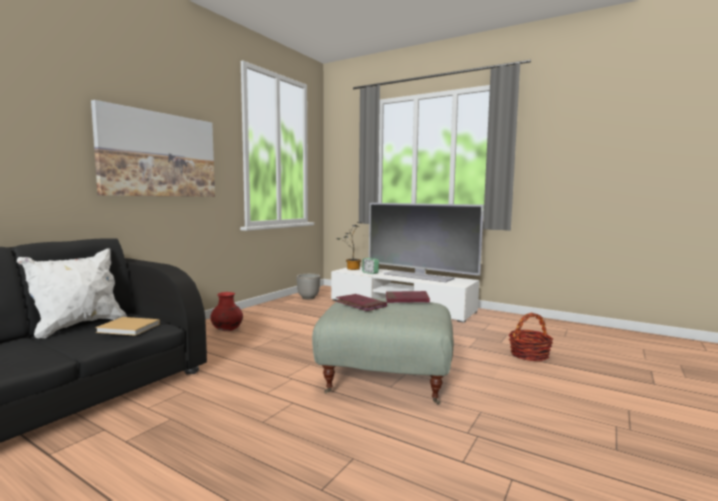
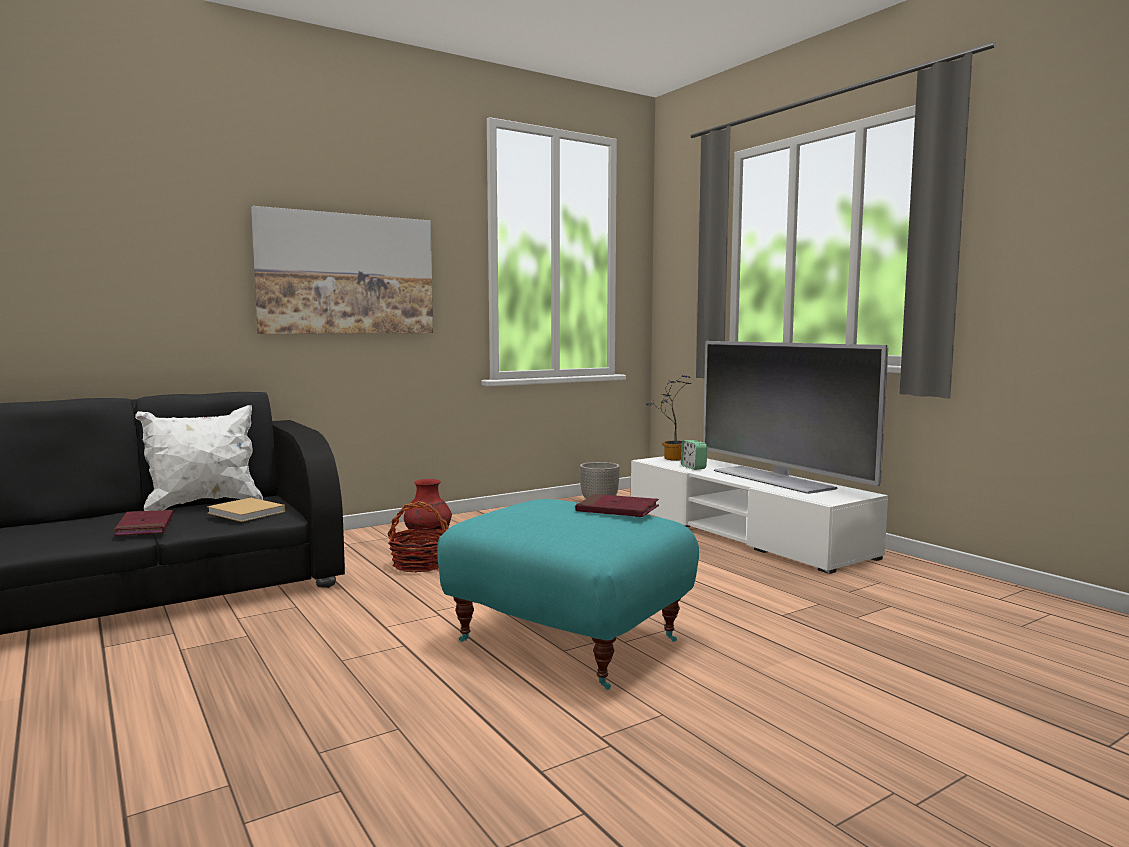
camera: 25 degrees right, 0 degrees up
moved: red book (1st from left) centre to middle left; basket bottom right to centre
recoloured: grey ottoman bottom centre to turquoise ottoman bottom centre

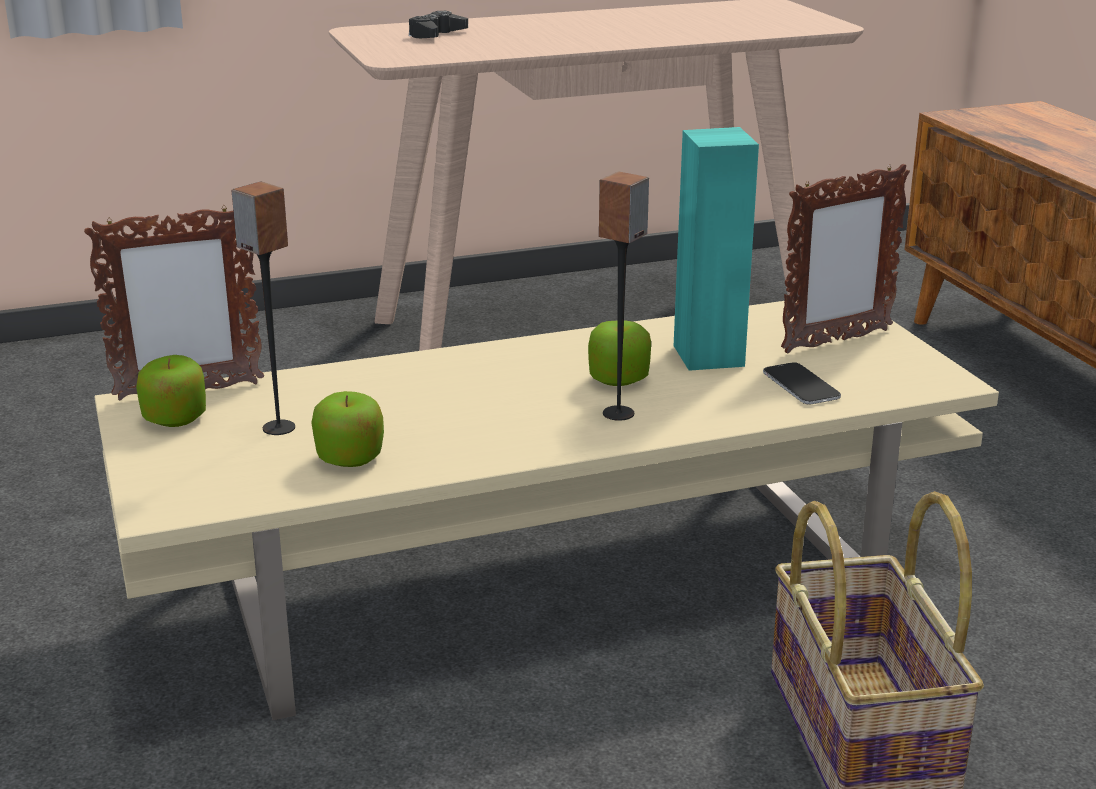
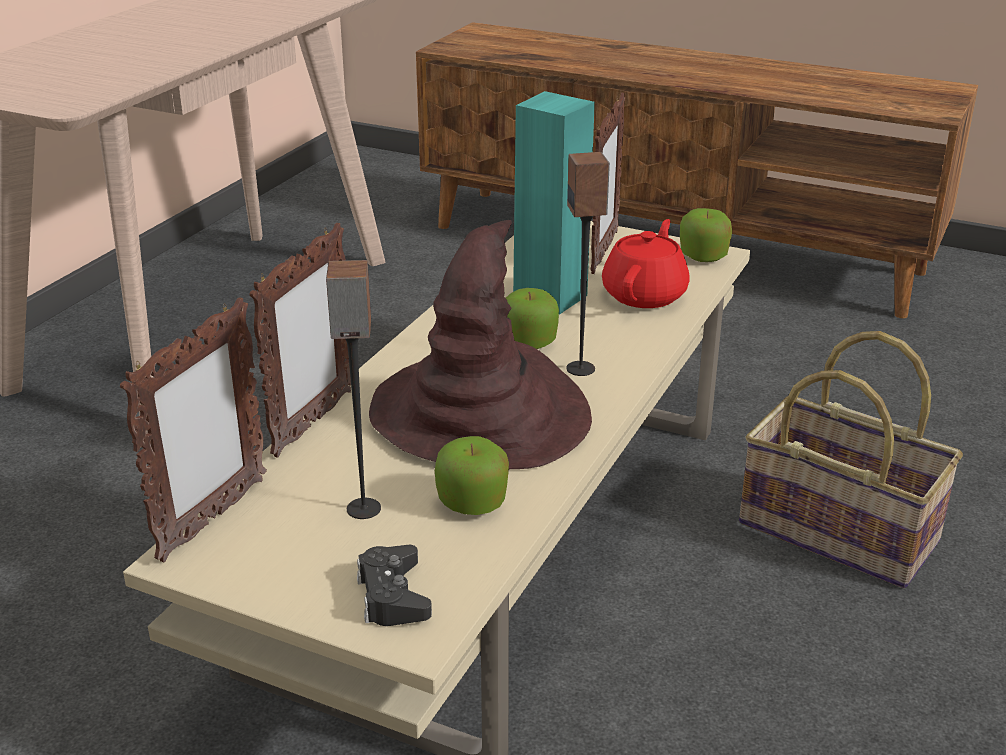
camera: 45 degrees left, 5 degrees up
added: picture frame (2nd from left) middle left; brown hat centre
moved: apple (1st from left in the first image) middle left to apple (3rd from left) top right; black game controller top centre to bottom centre
replaced: phone middle right to red teapot centre

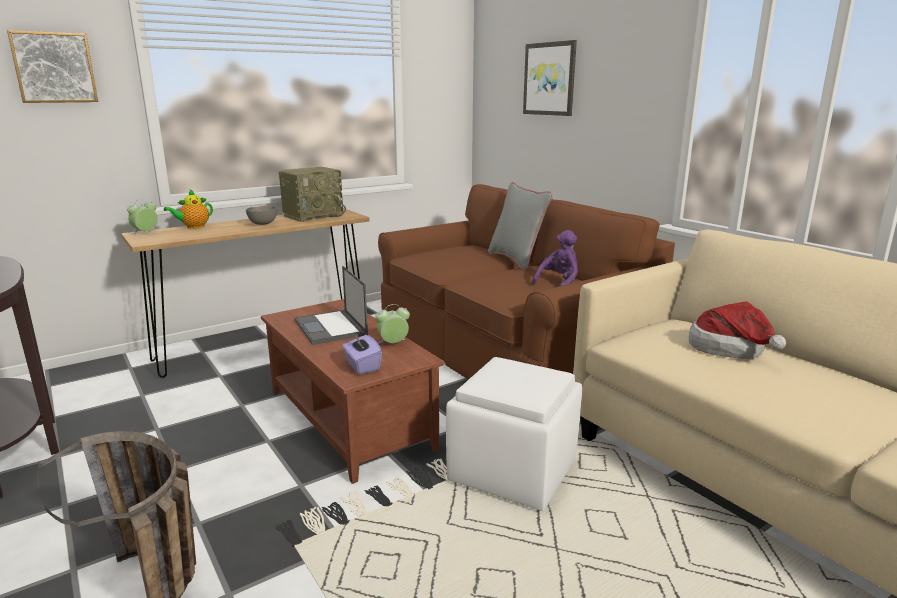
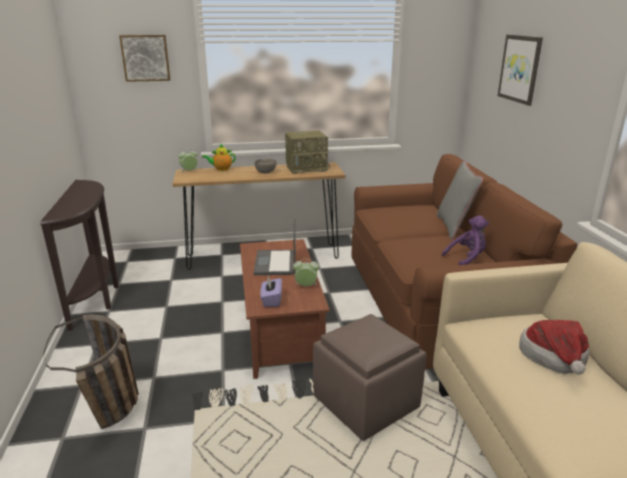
camera: 25 degrees right, 5 degrees up
recoloured: white ottoman bottom centre to brown ottoman bottom centre

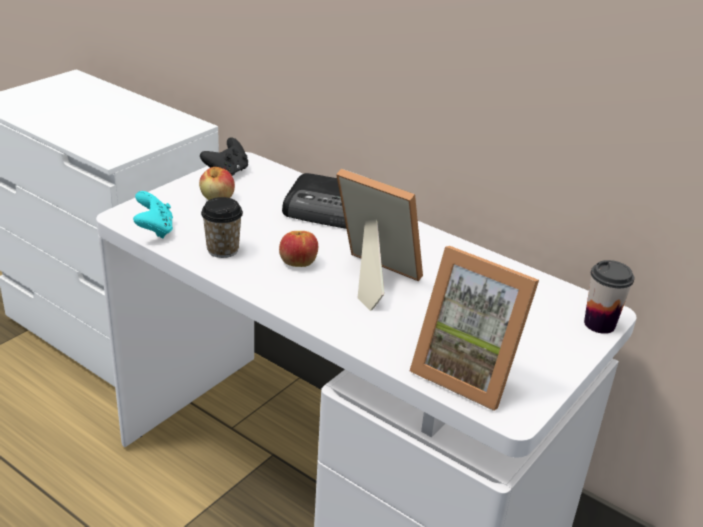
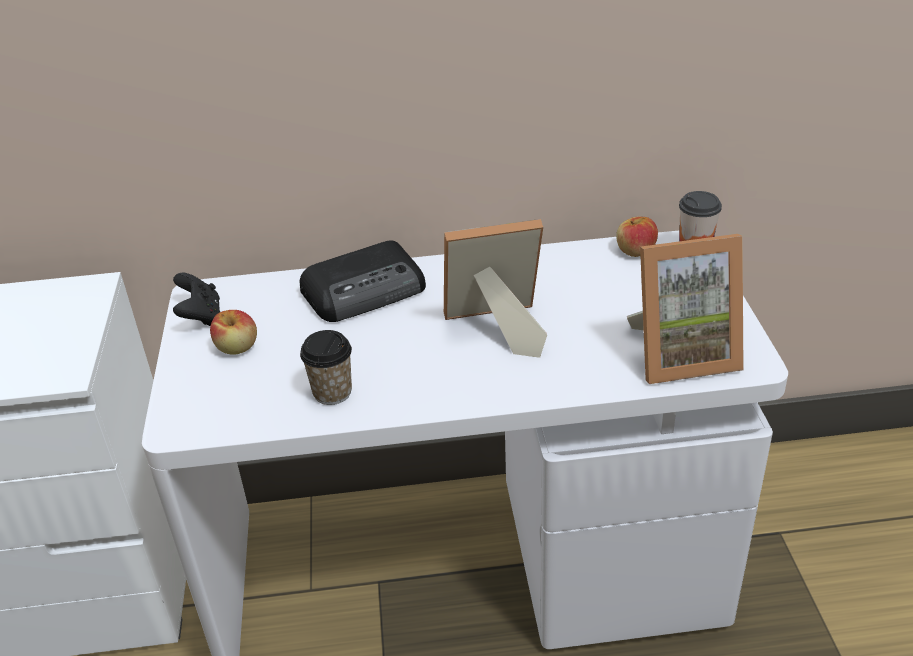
camera: 40 degrees left, 5 degrees up
removed: turquoise game controller middle left
moved: apple (2nd from left) centre to middle right

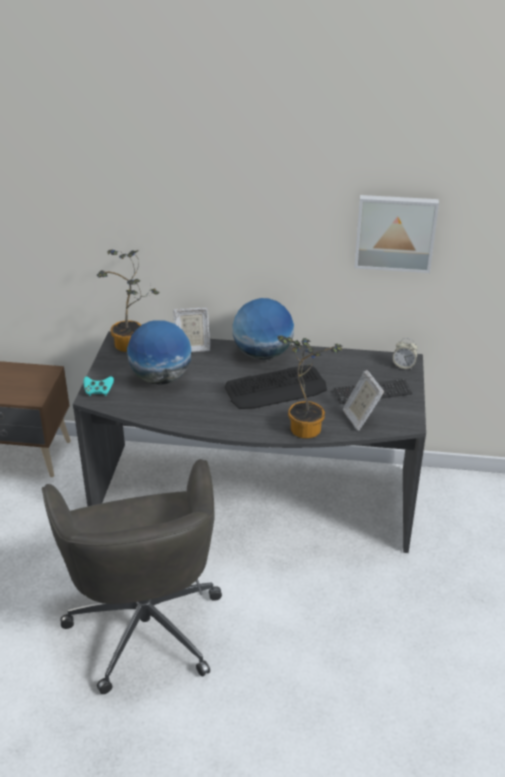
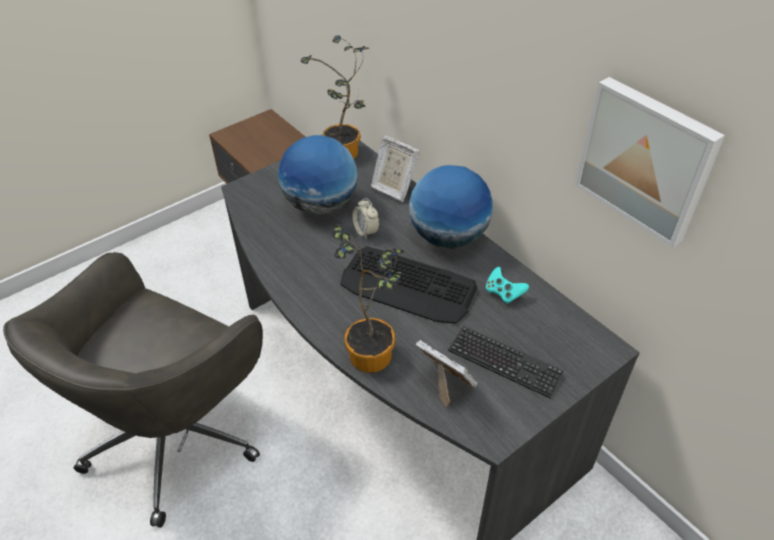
camera: 45 degrees right, 10 degrees up
moved: turquoise game controller middle left to centre; alarm clock middle right to centre
turned: picture frame (2nd from left) middle right = bottom centre 105 degrees clockwise

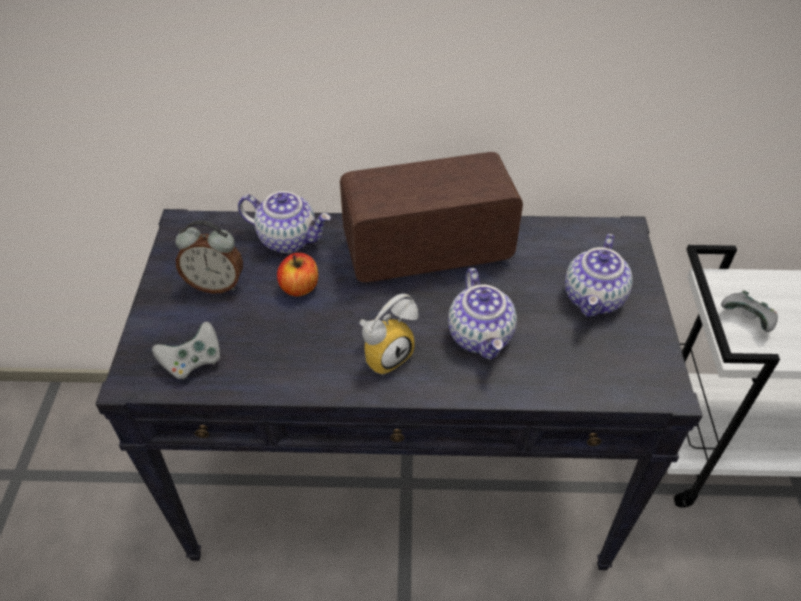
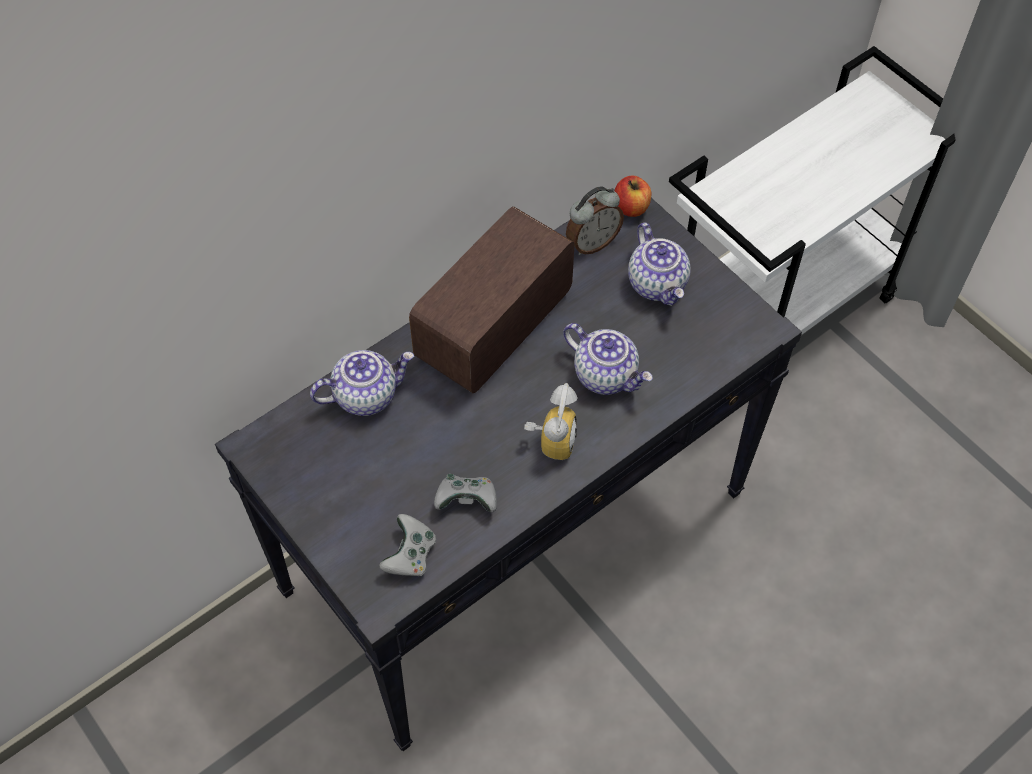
camera: 40 degrees left, 10 degrees up
moved: alarm clock (1st from left in the first image) middle left to alarm clock (2nd from left) top centre; apple centre to top centre; grey game controller (2nd from left) middle right to centre

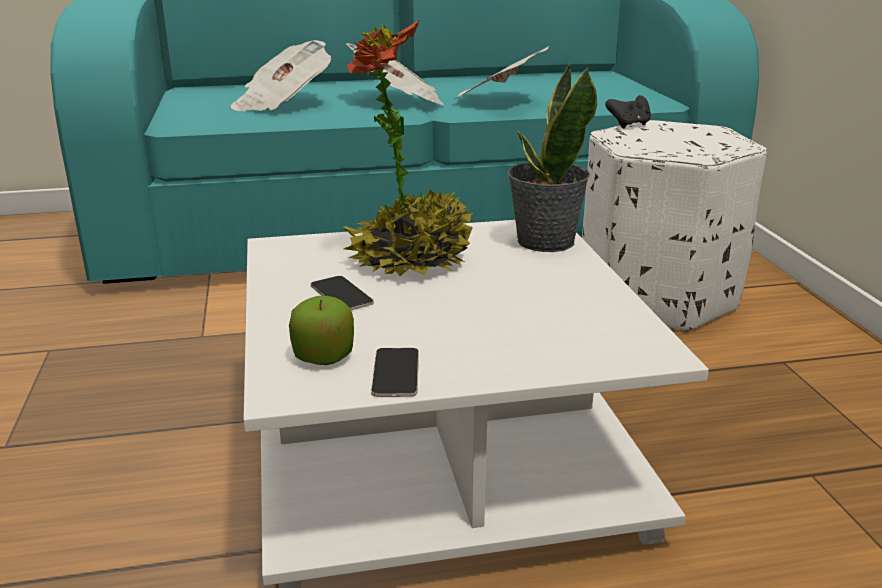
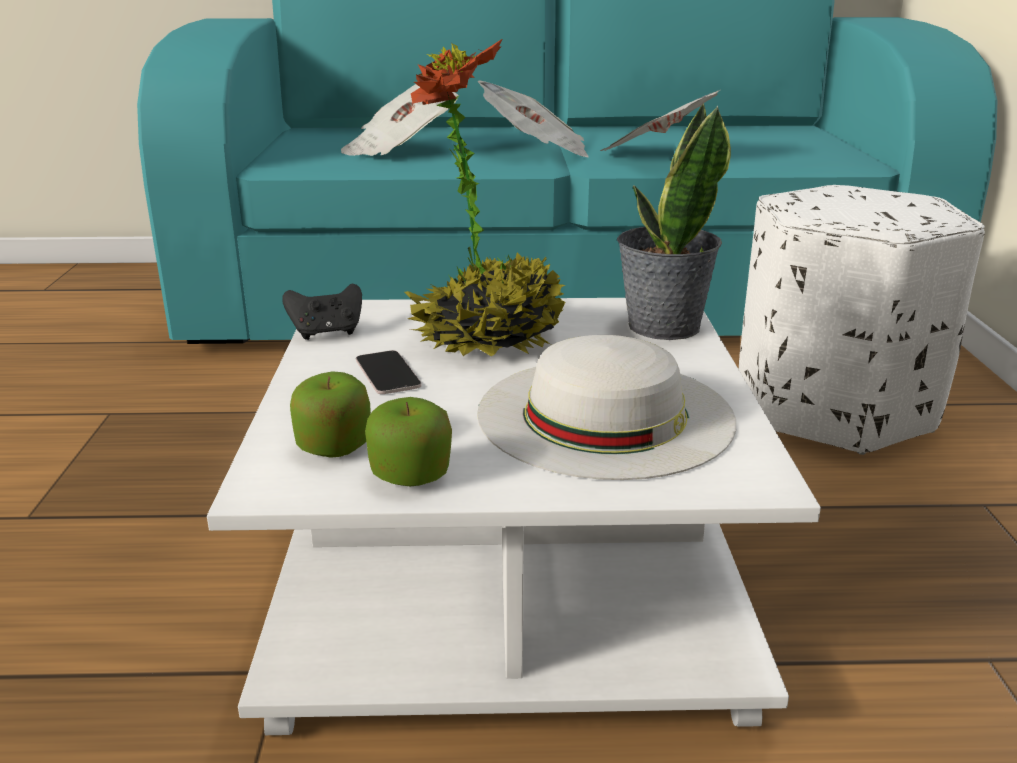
camera: 10 degrees right, 0 degrees up
added: white hat centre
moved: black game controller top right to middle left
replaced: phone (2nd from left) centre to apple (2nd from left) centre

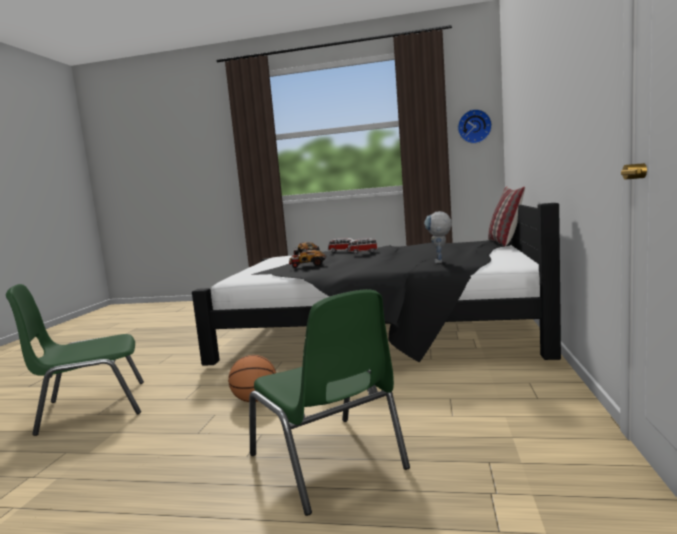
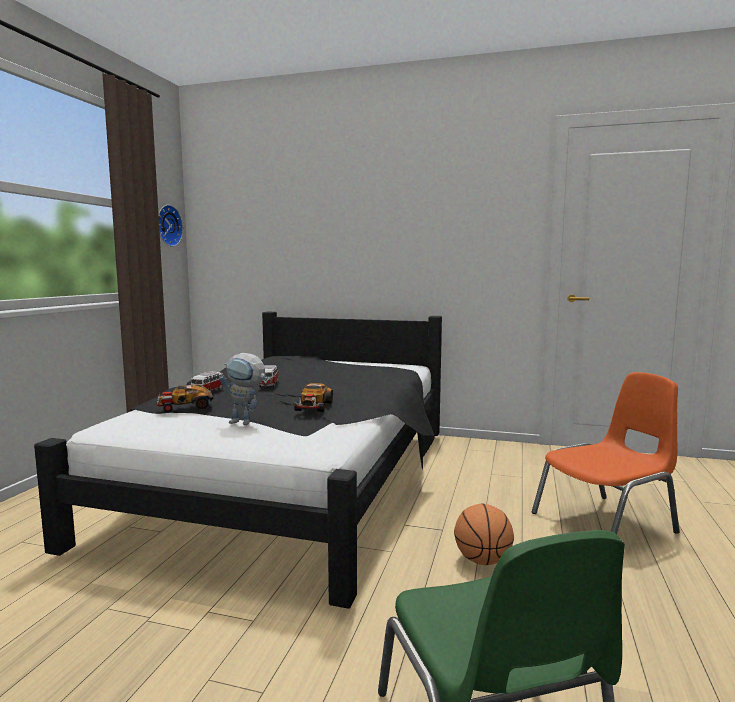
camera: 85 degrees left, 0 degrees up
removed: pillow middle right
moved: toy robot centre to middle left
recoloured: green chair (2nd from left) bottom centre to orange chair middle right

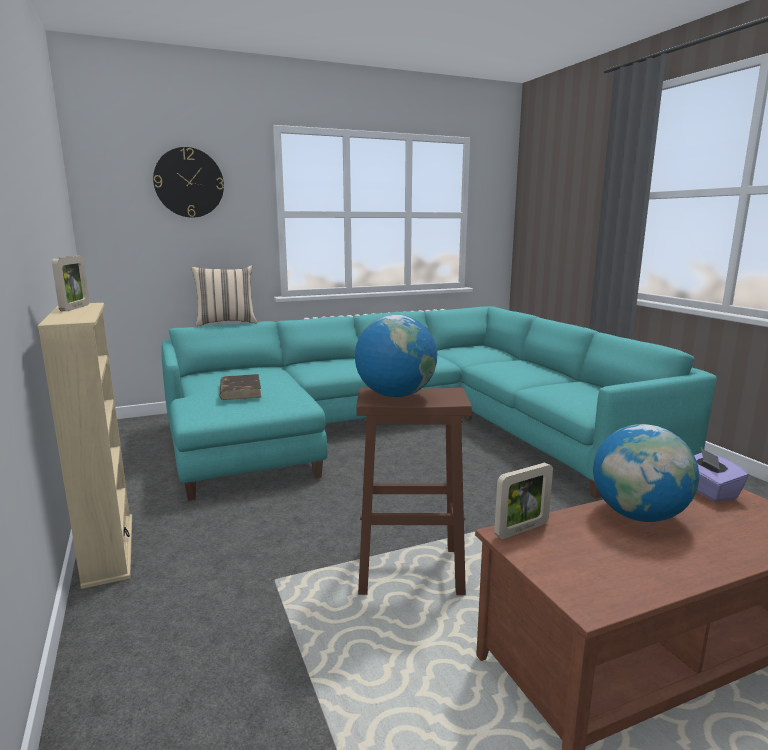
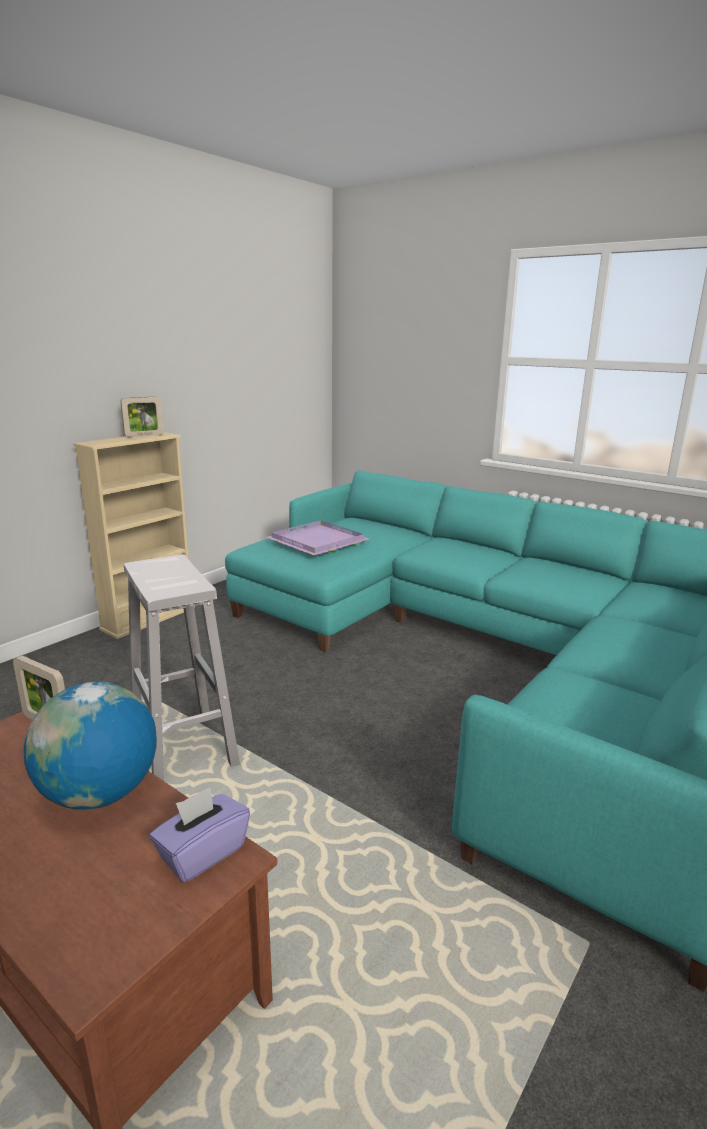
camera: 60 degrees right, 5 degrees up
removed: wall clock top left; beige pillow middle left; globe (1st from left) centre
replaced: brown book middle left to purple tray centre
recoloured: brown stool centre to white stool middle left

